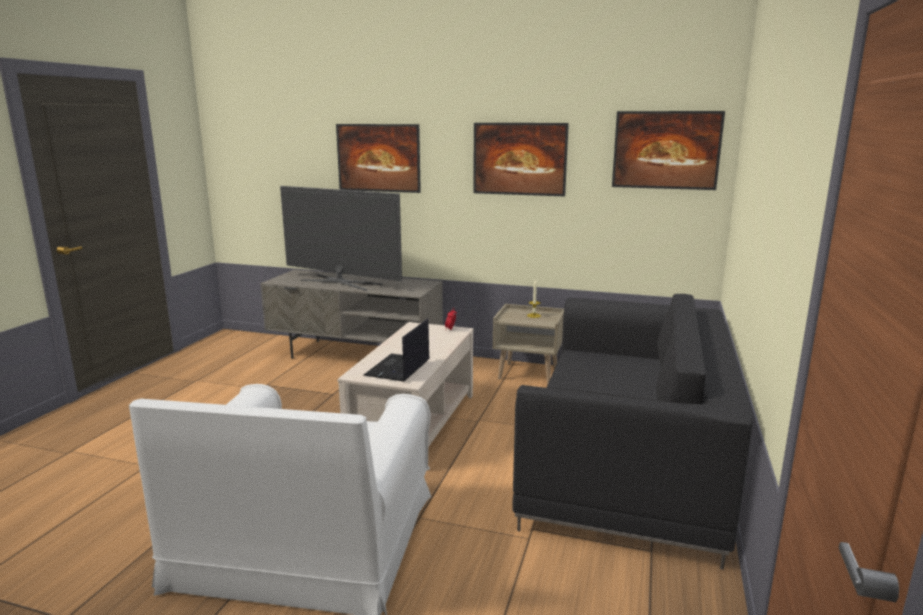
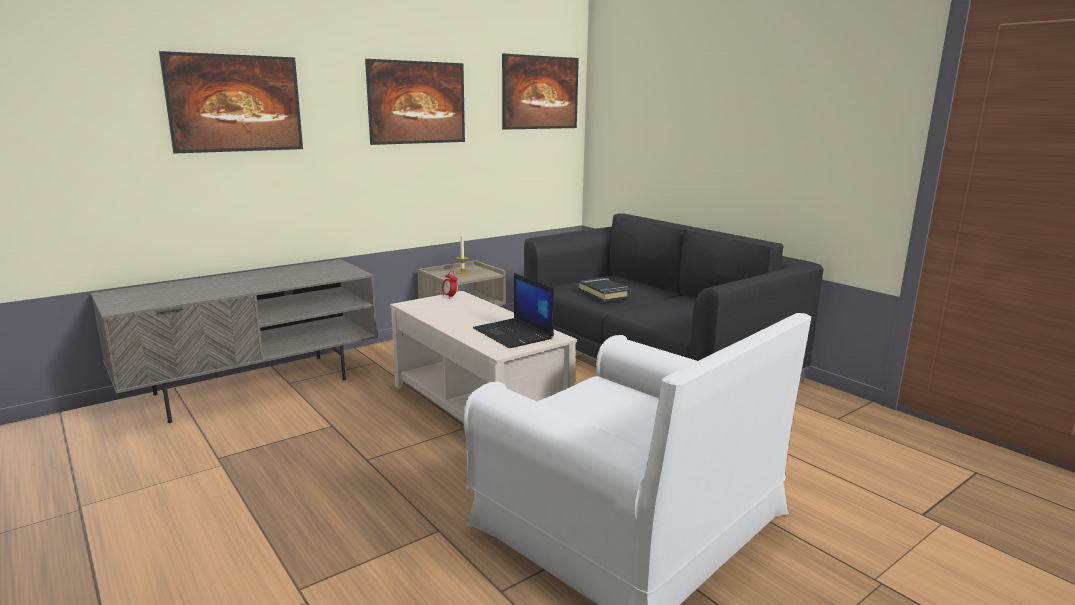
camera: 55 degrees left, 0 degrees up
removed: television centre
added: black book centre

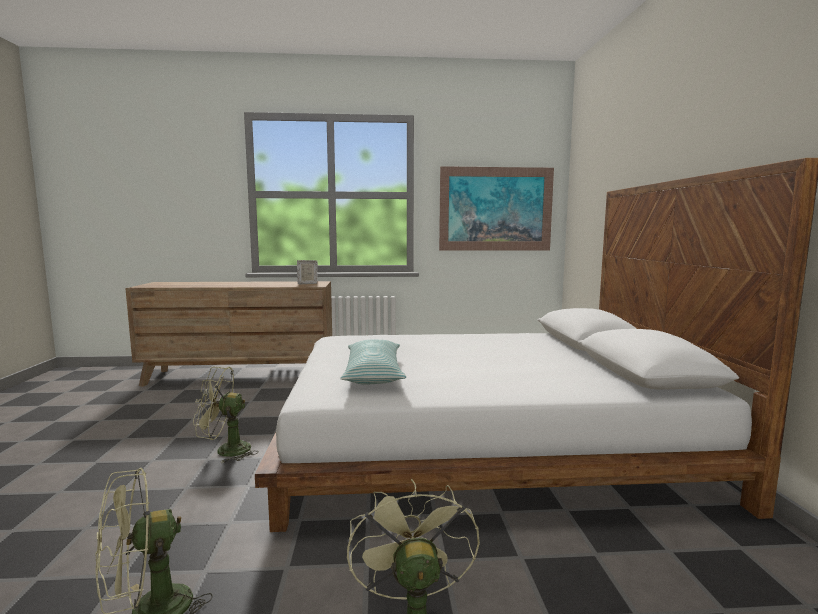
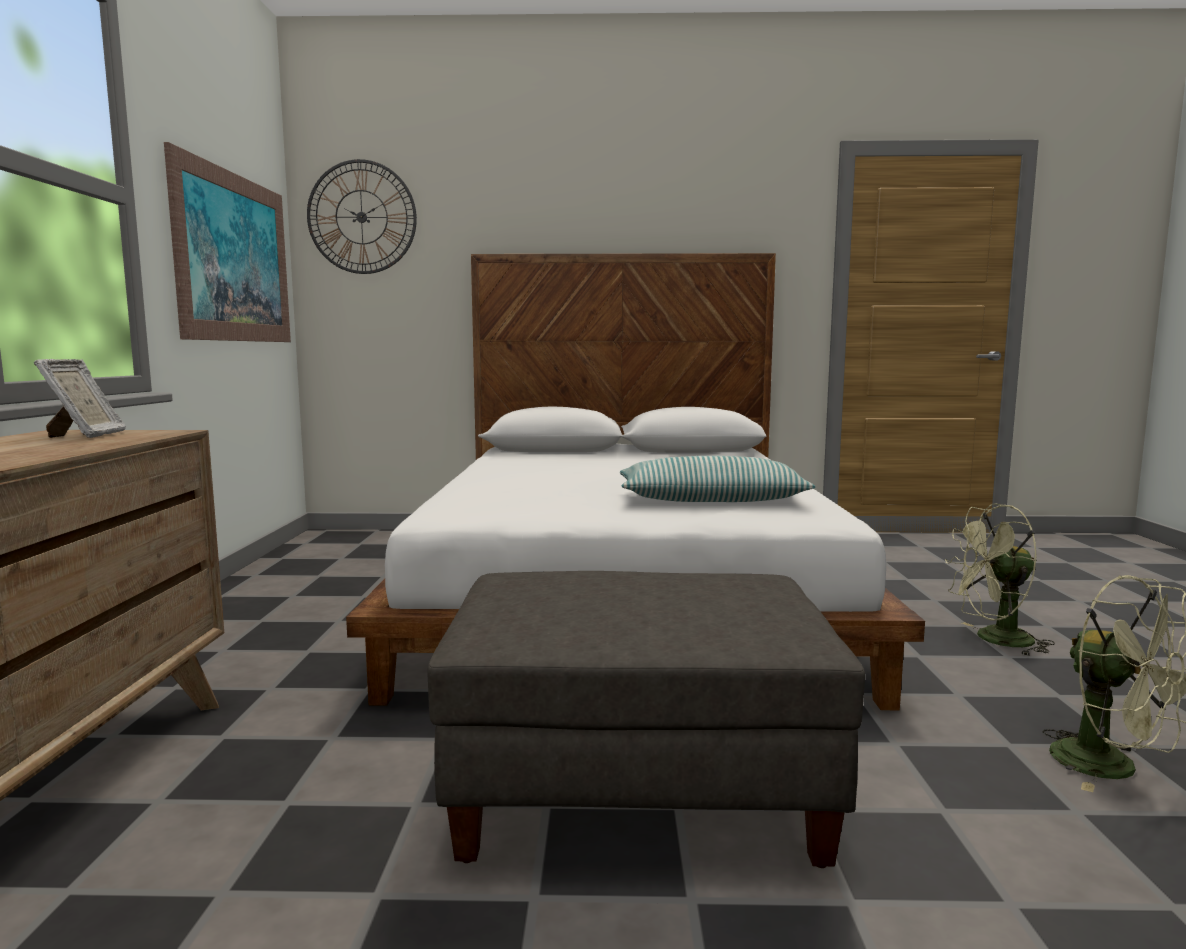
camera: 85 degrees left, 0 degrees up
added: wall clock top left
replaced: green fan (2nd from left) bottom left to grey ottoman bottom centre

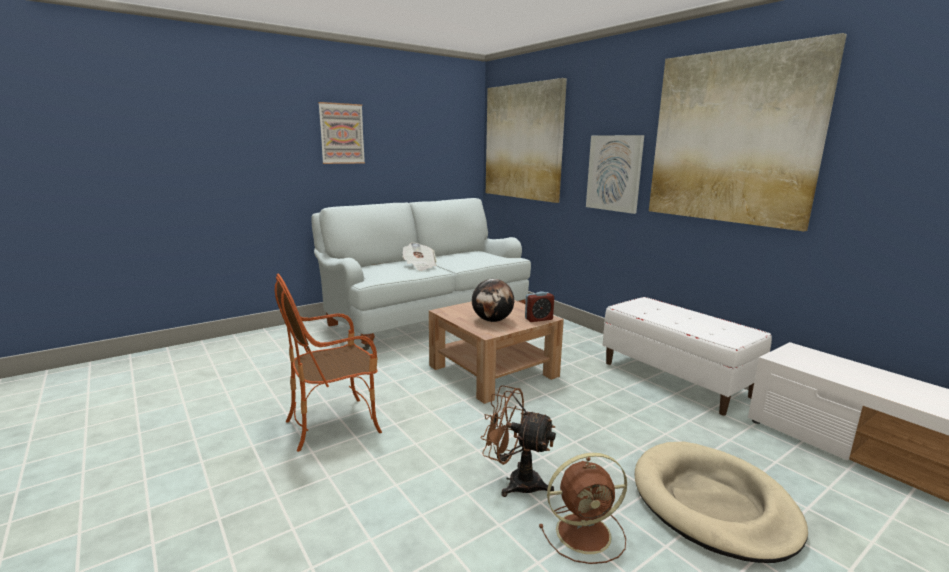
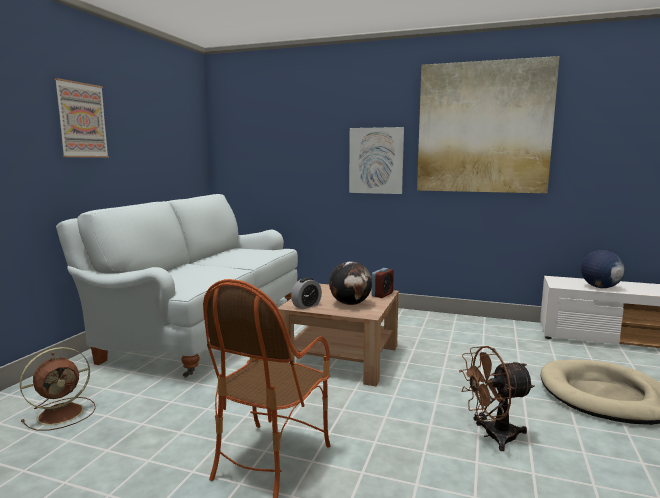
camera: 35 degrees left, 5 degrees down
removed: newspaper centre; picture (2nd from left) top centre; white bench middle right
added: alarm clock (1st from left) centre; globe (2nd from left) middle right
moved: brown fan (2nd from left in the first image) bottom centre to brown fan (1st from left) bottom left

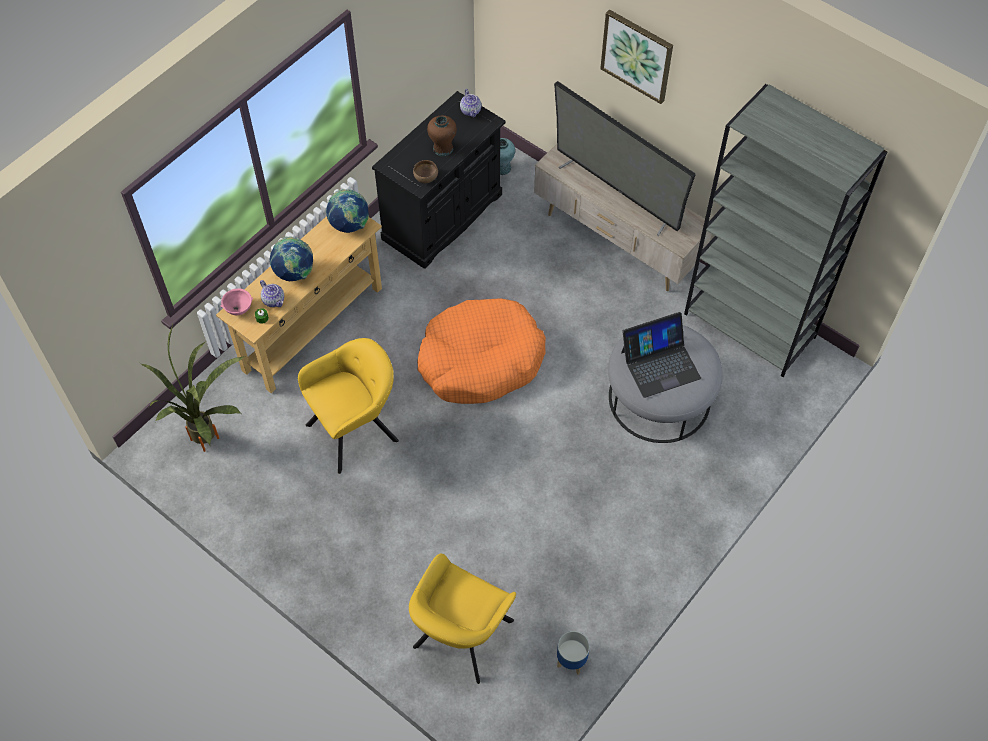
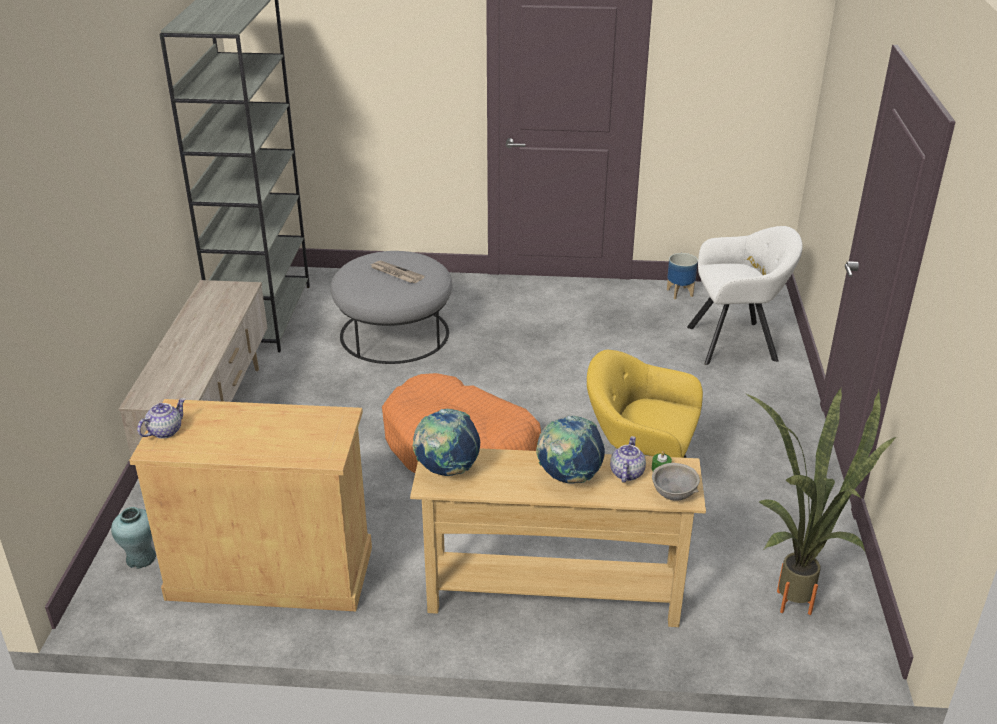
camera: 125 degrees left, 25 degrees down
removed: brown bowl top centre; brown vase top centre; television top centre; picture top centre
replaced: laptop middle right to newspaper centre
recoloured: pink bowl middle left to grey bowl middle right; black cabinet top centre to beige cabinet bottom left; yellow armchair (2nd from left) bottom centre to white armchair middle right

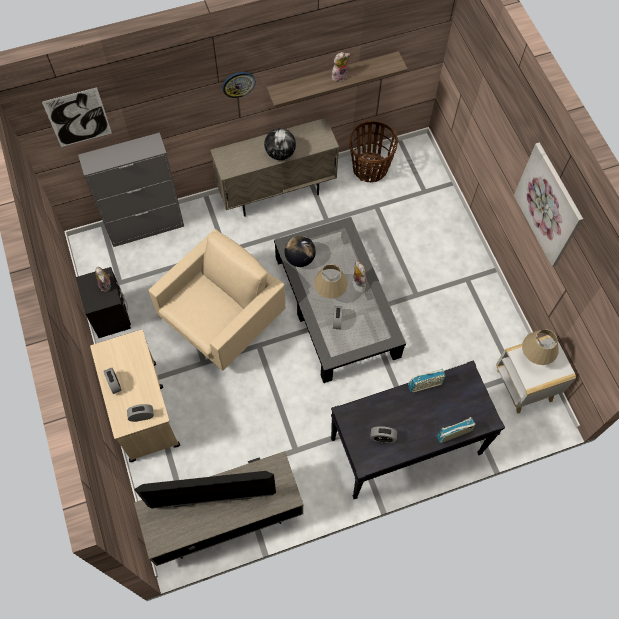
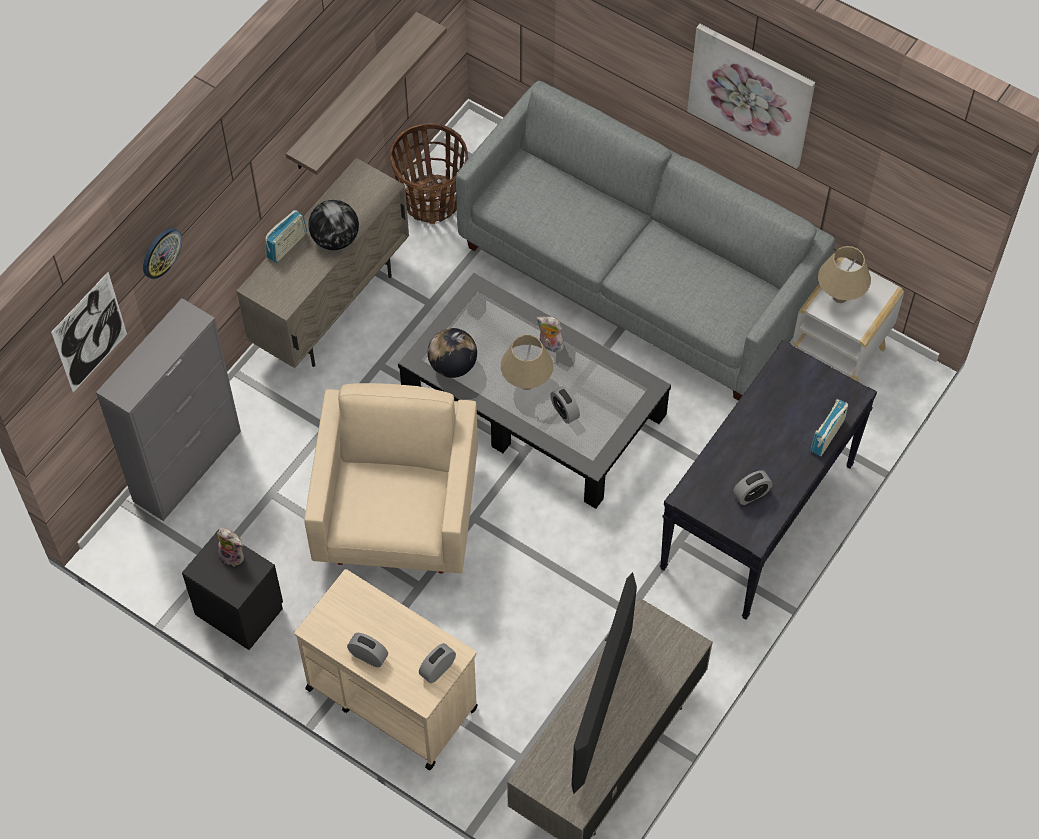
camera: 35 degrees left, 5 degrees down
removed: plush toy (2nd from left) top centre
added: grey sofa top centre
moved: wall clock top centre to top left; radio (1st from left) middle right to top left
turned: television bottom left = bottom centre 150 degrees clockwise

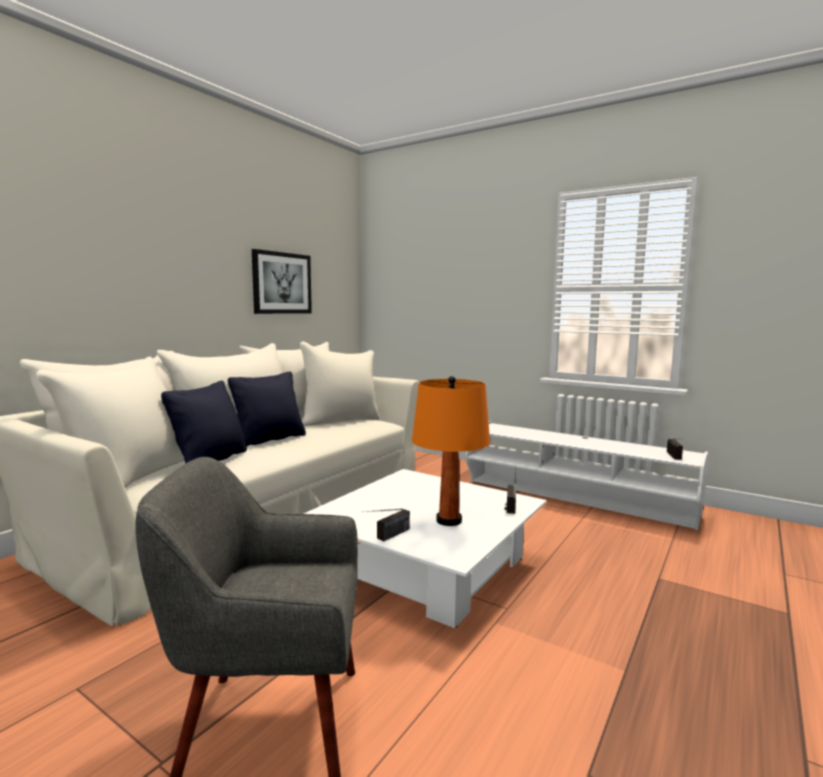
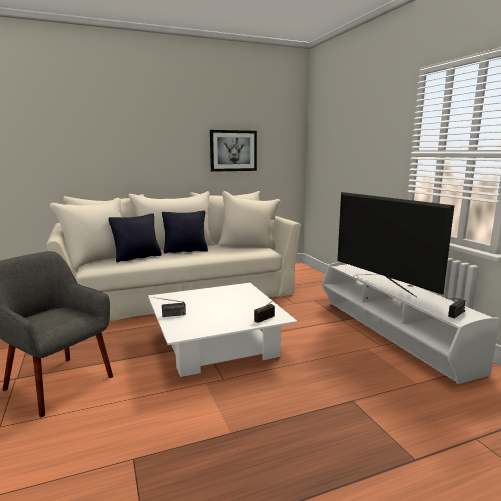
camera: 35 degrees right, 5 degrees up
removed: orange table lamp centre
added: television middle right

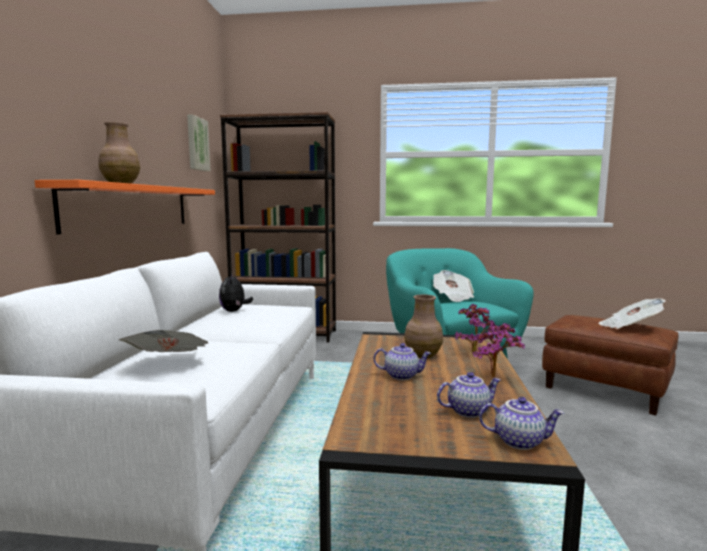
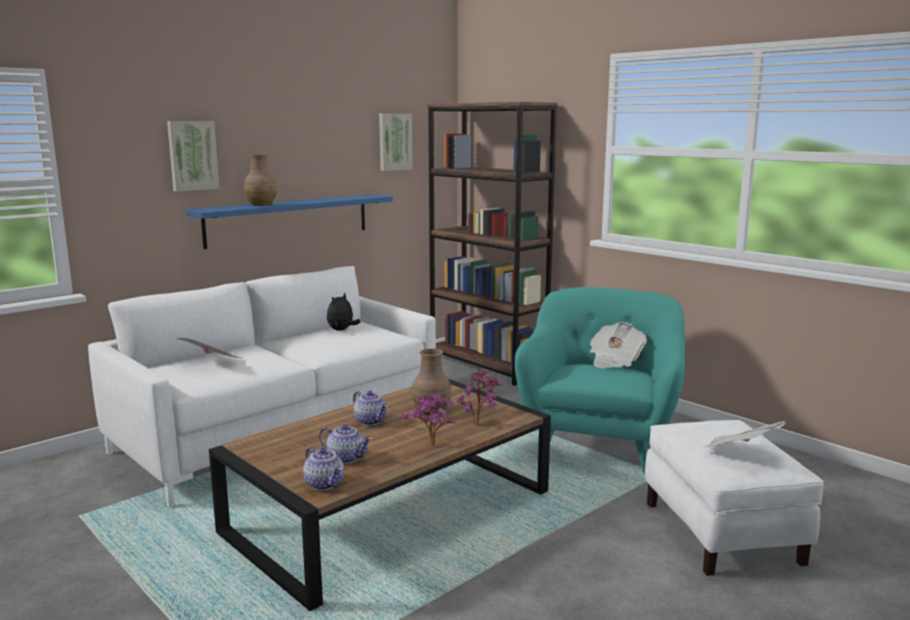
camera: 40 degrees right, 5 degrees up
added: picture (1st from left) top left
recoloured: orange shelf middle left to blue shelf middle left; brown ottoman middle right to white ottoman bottom right

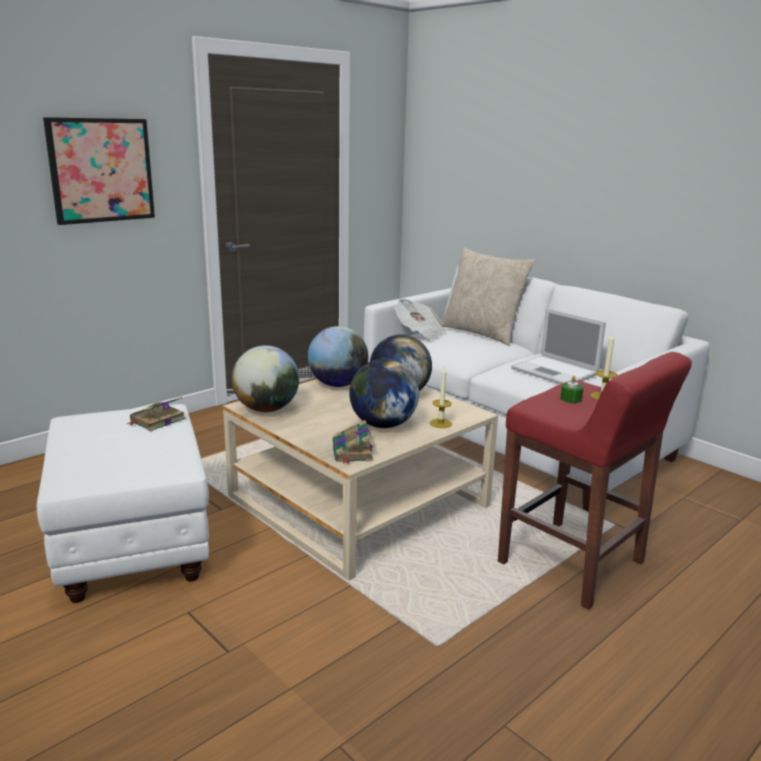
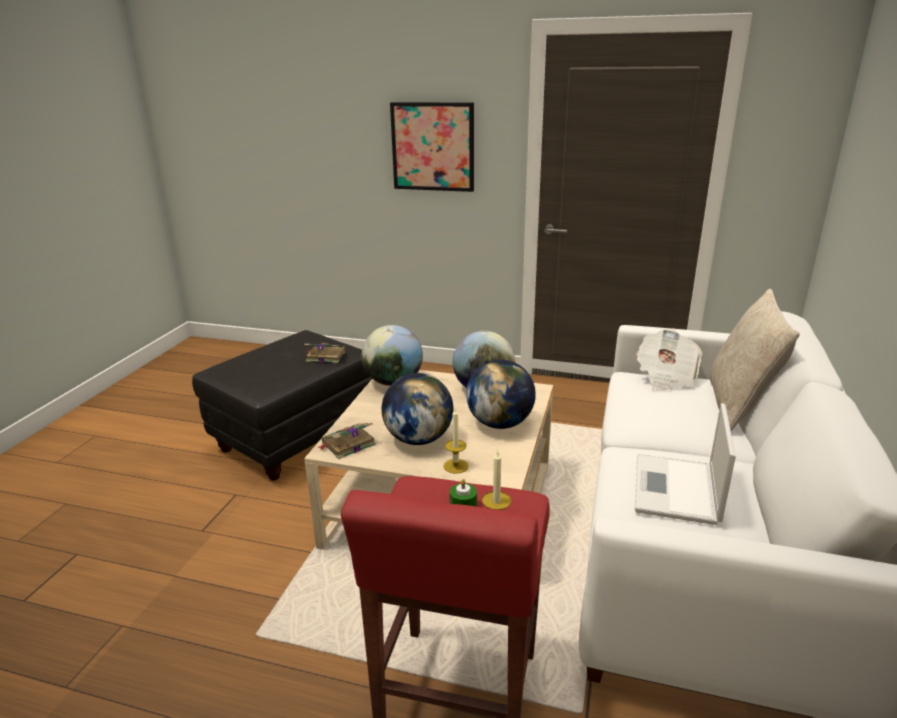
camera: 60 degrees right, 5 degrees up
recoloured: white ottoman middle left to black ottoman middle left

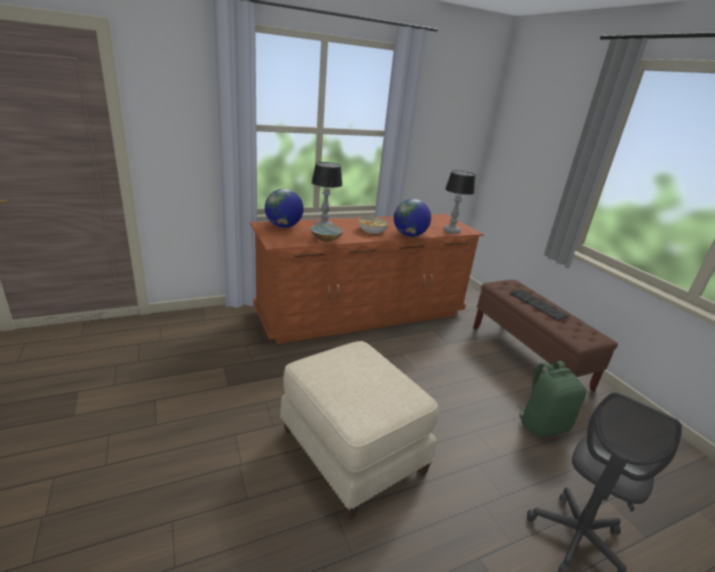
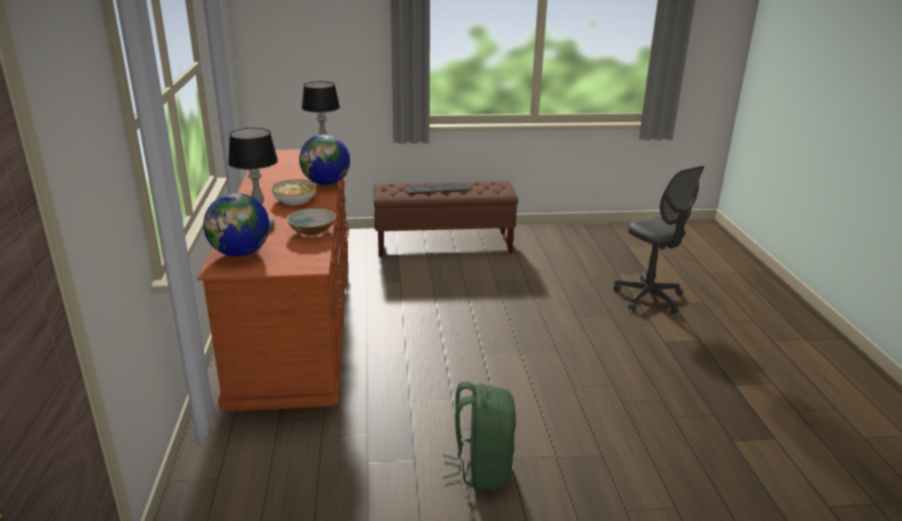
camera: 70 degrees left, 0 degrees up
removed: beige ottoman bottom centre
moved: green backpack bottom right to bottom centre

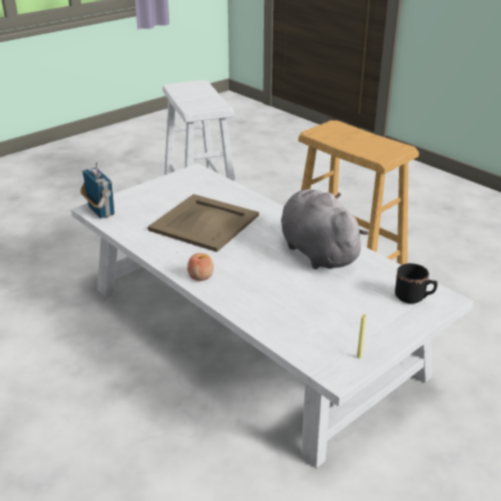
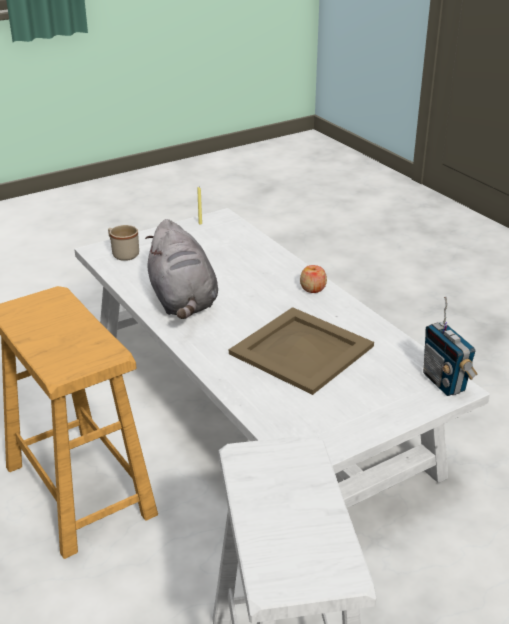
camera: 170 degrees left, 0 degrees up
recoloured: black mug middle right to beige mug middle left

